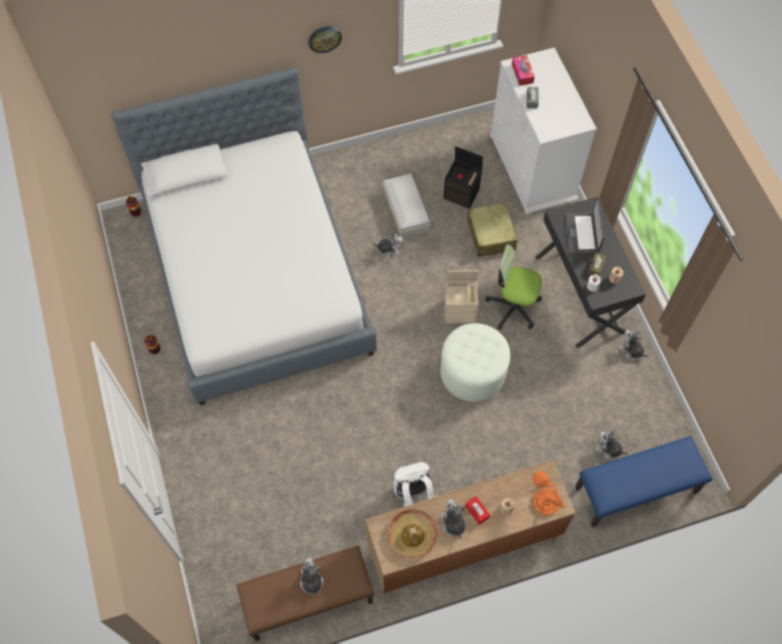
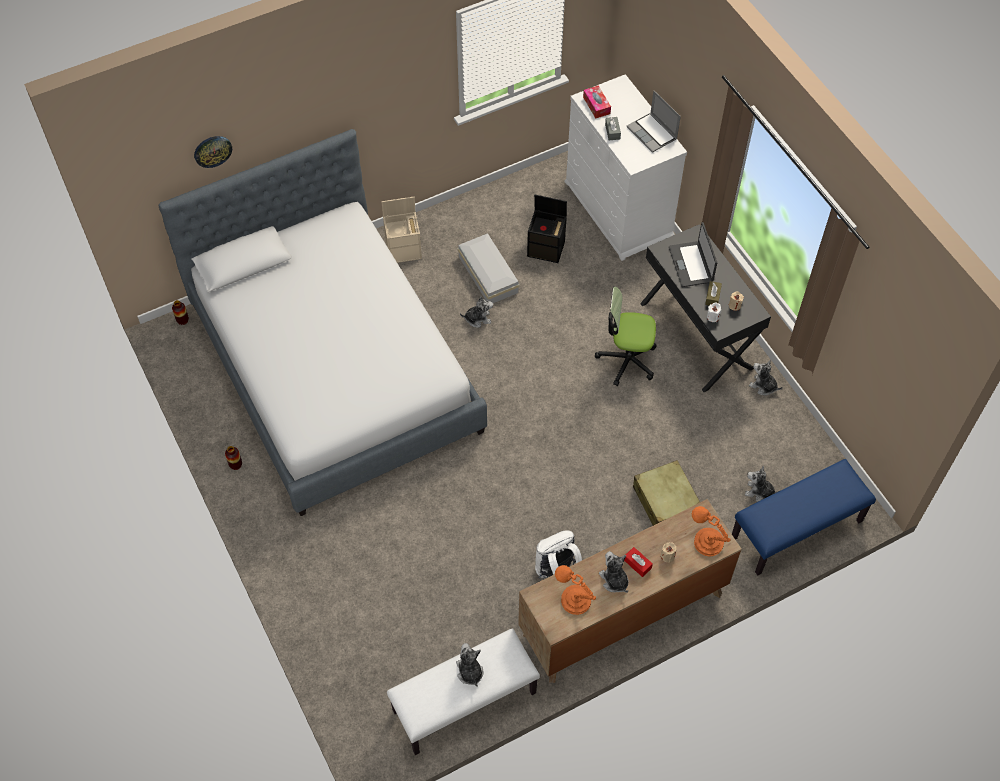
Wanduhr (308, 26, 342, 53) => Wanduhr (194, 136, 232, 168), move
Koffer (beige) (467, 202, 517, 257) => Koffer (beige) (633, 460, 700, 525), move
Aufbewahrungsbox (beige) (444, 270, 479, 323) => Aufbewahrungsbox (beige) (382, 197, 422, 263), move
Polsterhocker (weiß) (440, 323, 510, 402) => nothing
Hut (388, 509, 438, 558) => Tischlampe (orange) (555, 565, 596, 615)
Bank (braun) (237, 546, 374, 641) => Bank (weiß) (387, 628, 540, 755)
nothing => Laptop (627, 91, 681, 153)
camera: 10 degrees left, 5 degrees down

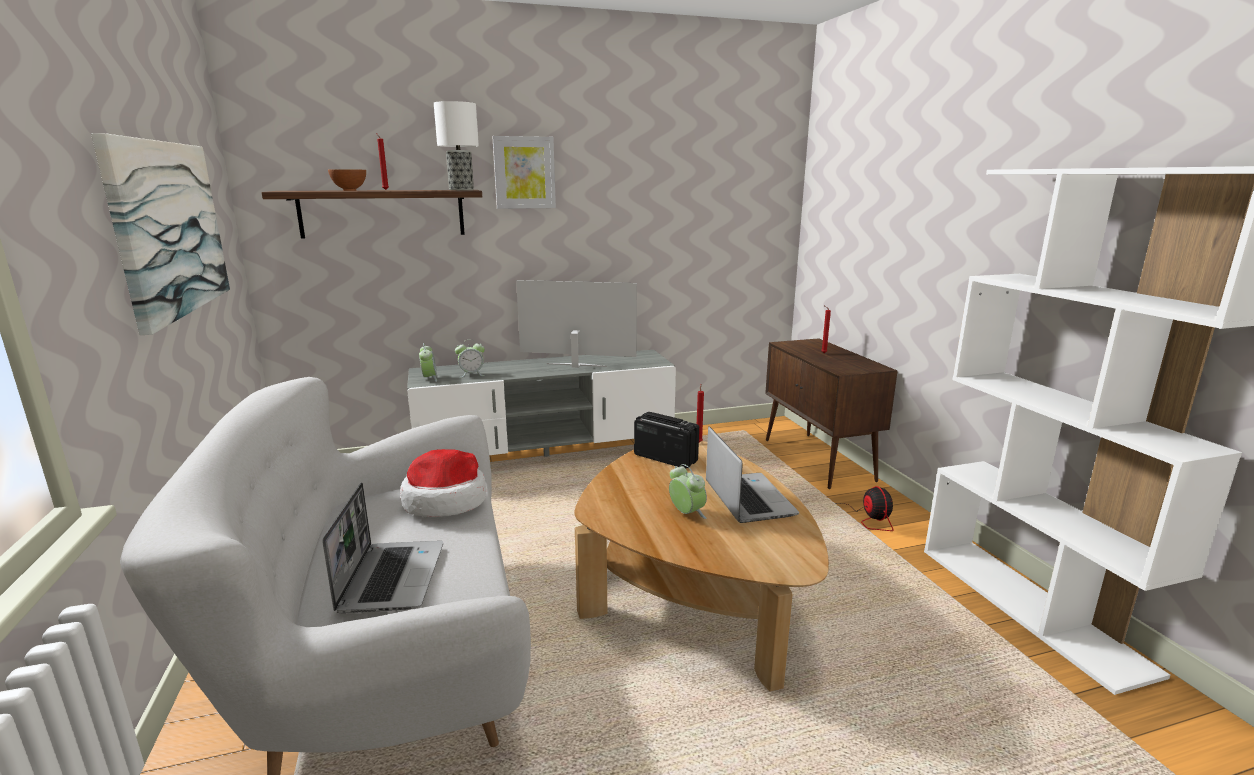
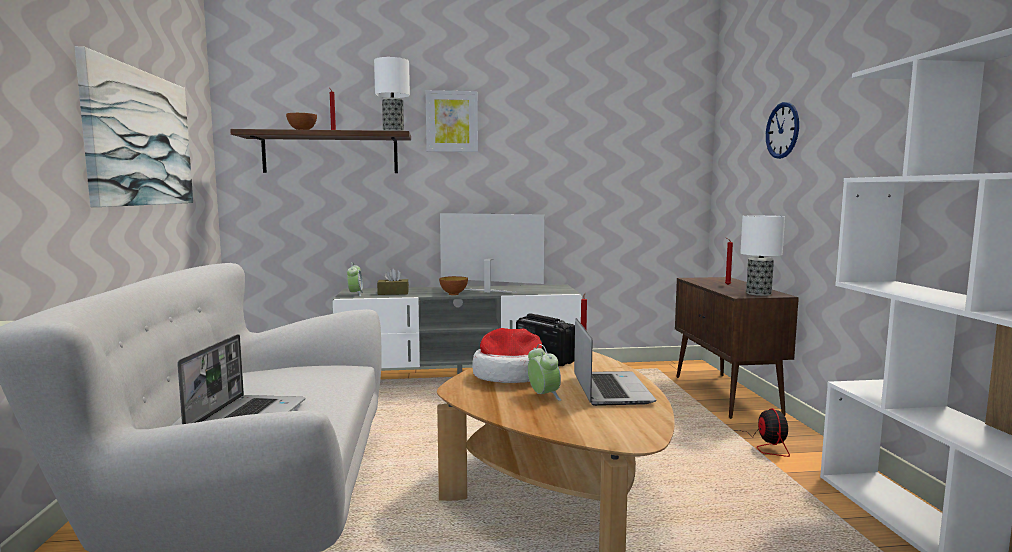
Wecker (455, 339, 485, 378) => Taschentuchbox (braun) (377, 268, 409, 295)
Hut (400, 449, 486, 517) => Hut (472, 328, 546, 383), move
nothing => Wanduhr (766, 102, 799, 159)
nothing => Tischlampe (740, 215, 785, 296)
nothing => Schüssel (439, 276, 468, 295)
camera: 10 degrees right, 10 degrees down

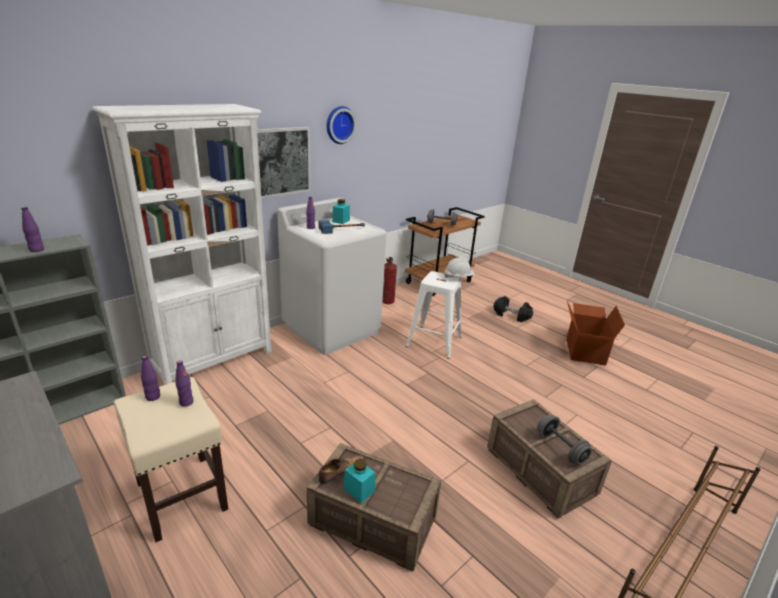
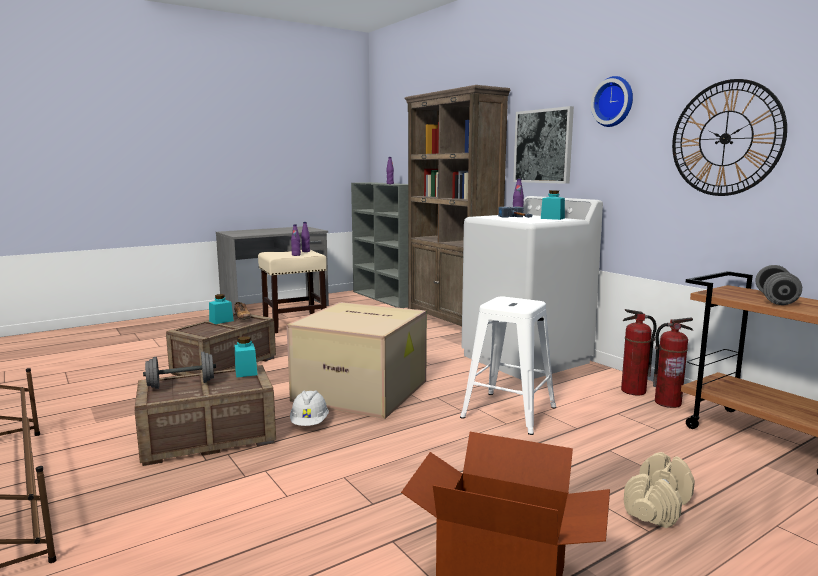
Bücherregal (weiß) (92, 104, 272, 385) => Bücherregal (braun) (404, 85, 511, 326)
Schutzhelm (weiß) (444, 257, 475, 278) => Schutzhelm (weiß) (290, 390, 329, 426), move
Hantel (schwarz) (493, 296, 533, 322) => Hantel (beige) (624, 452, 695, 528)
nothing => Wanduhr (672, 79, 787, 196)
nothing => Karton (287, 302, 427, 419)
nothing => Feuerlöscher (653, 318, 693, 408)
nothing => Vorratsglas (türkis) (235, 336, 258, 378)
camera: 100 degrees right, 15 degrees down

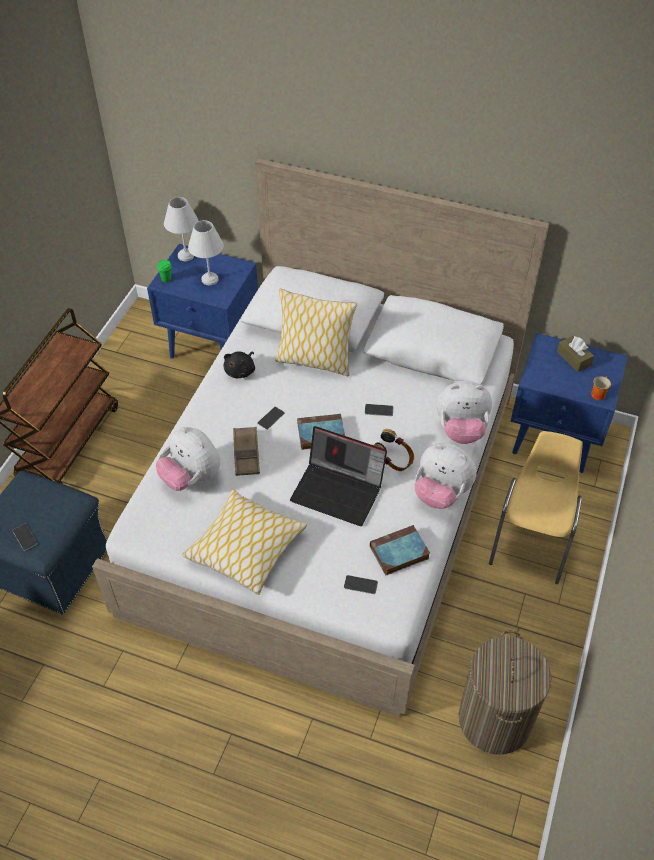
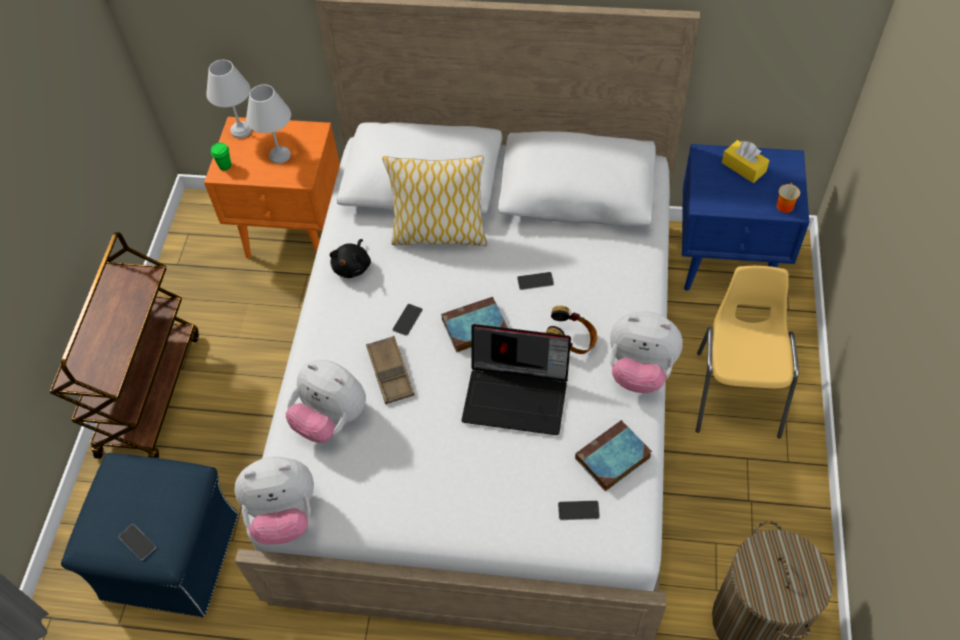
Nachttisch (blau) (147, 244, 258, 359) => Nachttisch (orange) (204, 117, 340, 259)
Taschentuchbox (braun) (557, 336, 594, 372) => Taschentuchbox (gelb) (722, 140, 770, 183)
Plüschtier (436, 381, 492, 444) => Plüschtier (234, 457, 314, 544), move
Kissen (182, 489, 307, 595) => nothing
camera: 10 degrees left, 5 degrees up

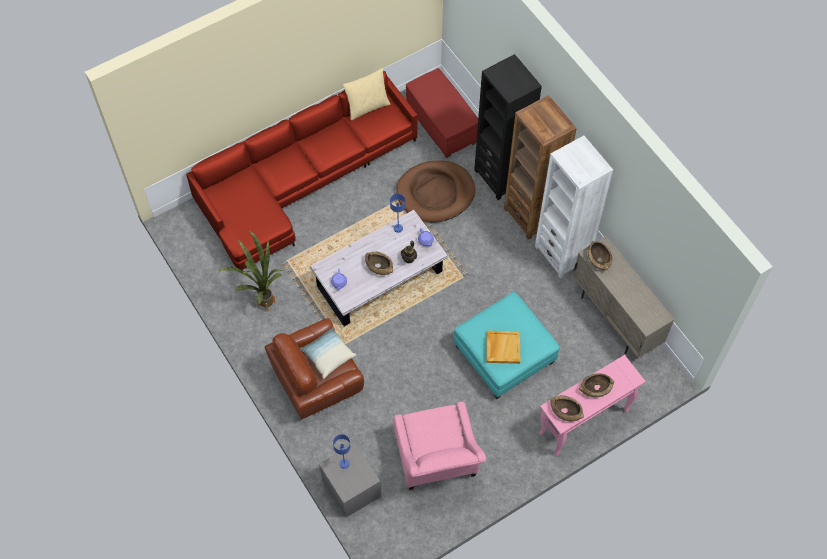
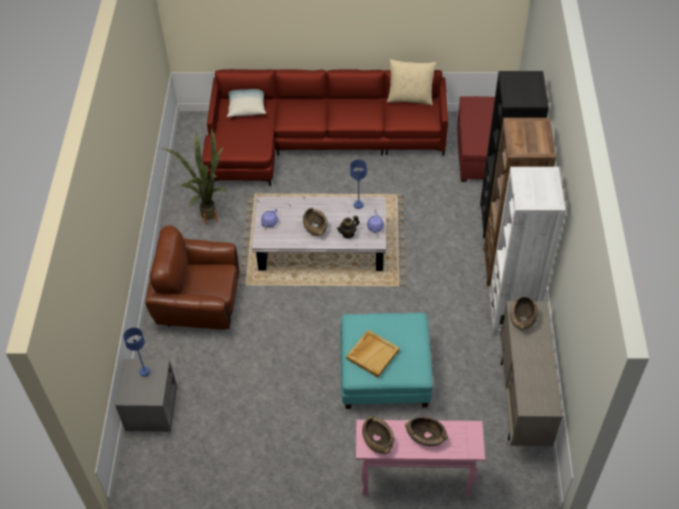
Hundebett (braun) (396, 160, 475, 222) => nothing
Kissen (300, 327, 356, 379) => Kissen (227, 89, 266, 117), move
Sessel (rosa) (394, 402, 486, 490) => nothing
camera: 35 degrees right, 10 degrees down

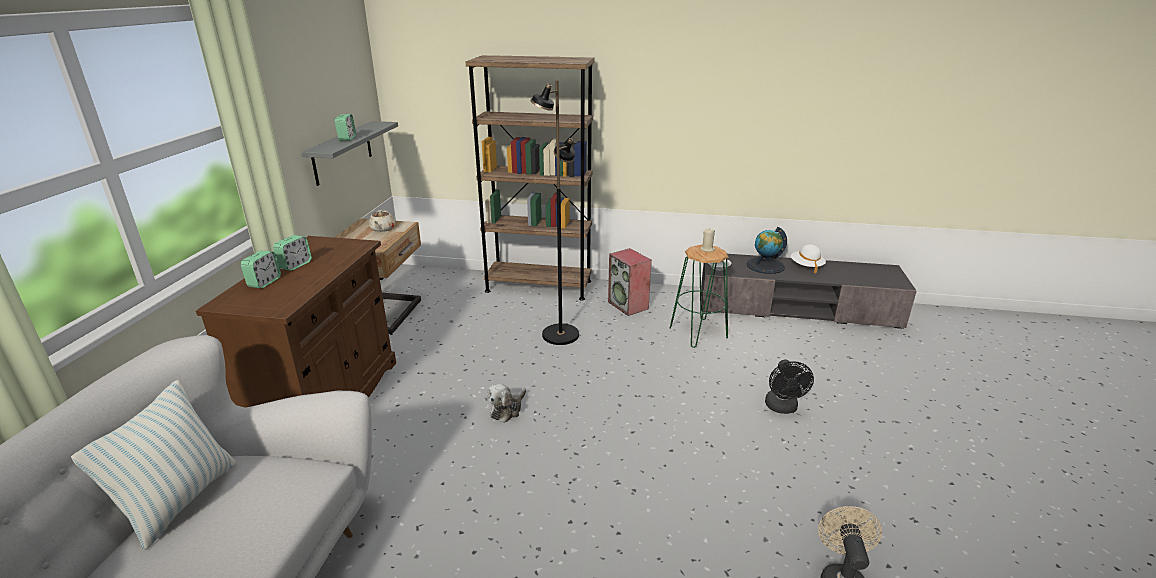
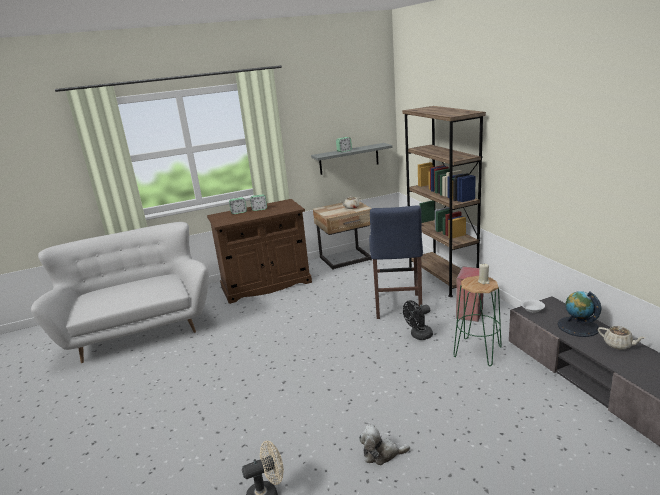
Stehlampe (schwarz) (530, 80, 579, 345) => Hocker (blau) (369, 205, 423, 319)
Hut (weiß) (791, 244, 826, 273) => Teekanne (beige) (598, 326, 645, 350)
Ventilator (schwarz) (765, 360, 814, 414) => Ventilator (schwarz) (403, 300, 433, 340), move
Kissen (71, 380, 236, 550) => nothing
Plüschtier (487, 384, 526, 423) => Plüschtier (359, 425, 410, 465), move
camera: 60 degrees right, 5 degrees down

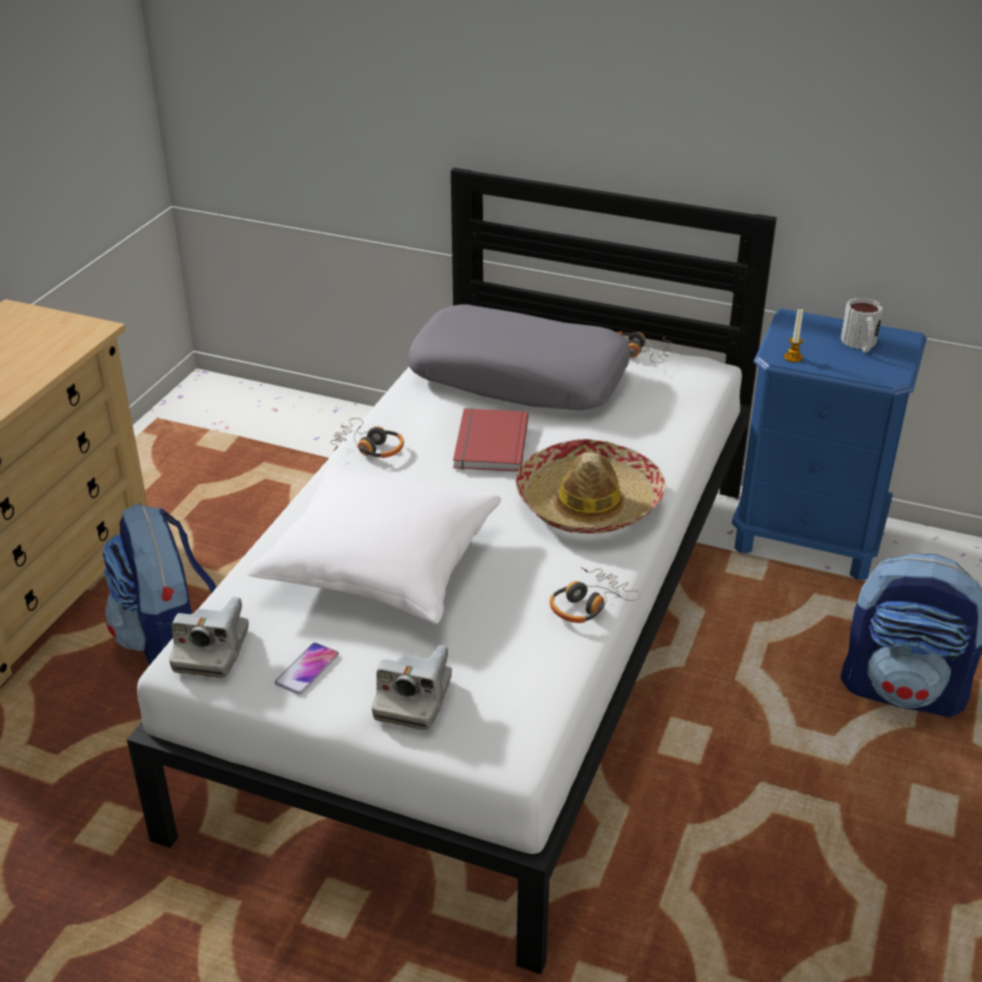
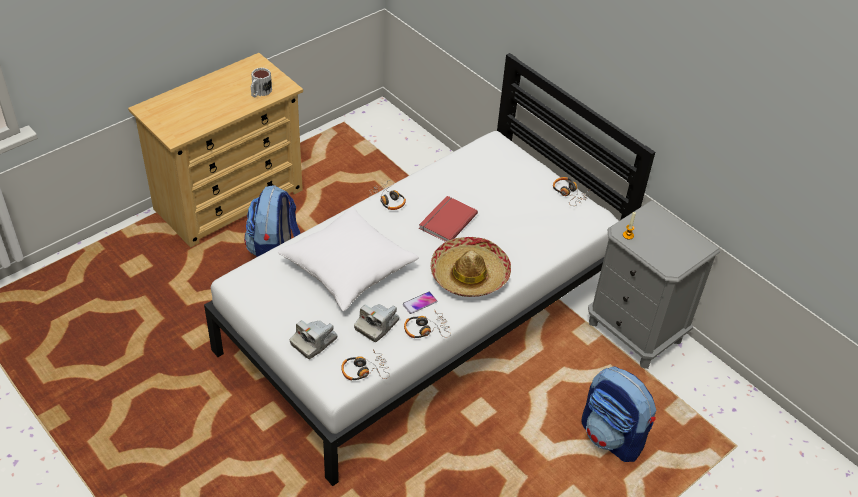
Henkelbecher (841, 298, 883, 352) => Henkelbecher (251, 67, 272, 98), move
Kissen (grau) (408, 304, 630, 410) => nothing
Nachttisch (blau) (732, 308, 927, 580) => Nachttisch (grau) (588, 201, 720, 369)
Kamera (169, 597, 249, 678) => Kamera (354, 304, 399, 342), move
Handy (275, 643, 339, 695) => Handy (403, 292, 437, 314), move
nothing => Kopfhörer (341, 349, 390, 381)
camera: 25 degrees right, 10 degrees up

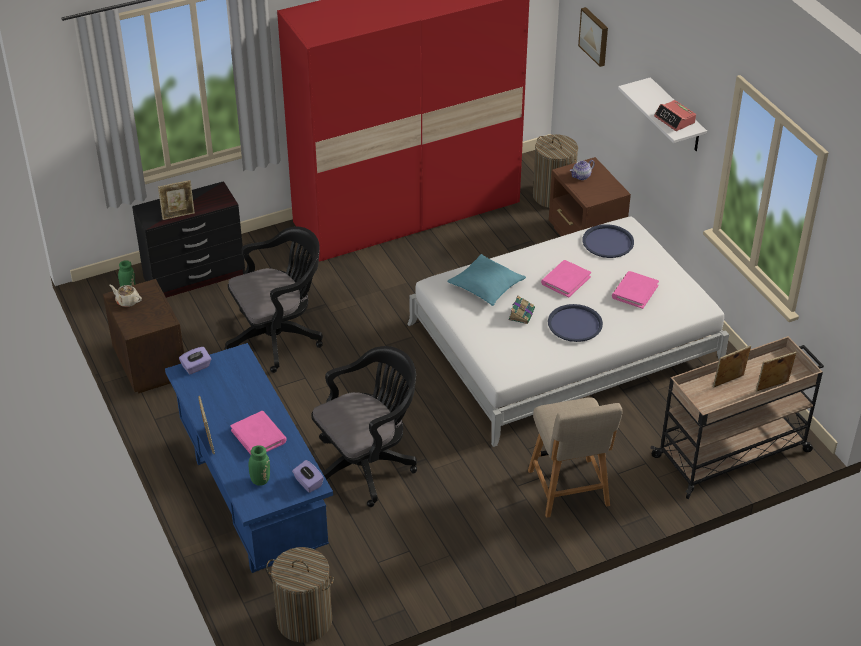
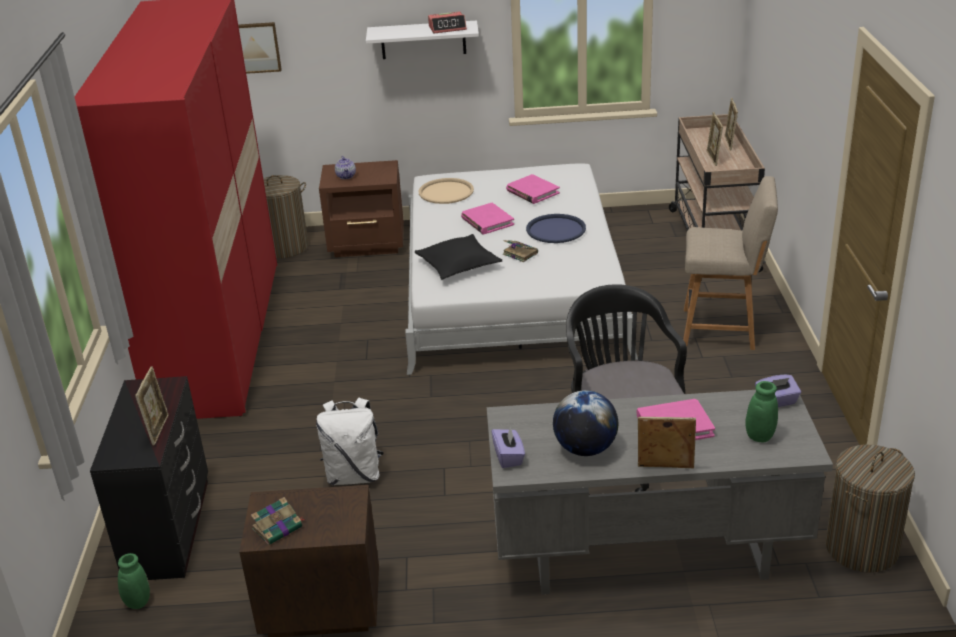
Tablett (blau) (582, 224, 634, 258) => Tablett (beige) (419, 178, 474, 204)
Bürostuhl (schwarz) (224, 227, 323, 373) => Rucksack (weiß) (316, 398, 384, 485)
Kissen (türkis) (447, 254, 526, 306) => Kissen (schwarz) (415, 234, 502, 280)
Teekanne (beige) (109, 285, 142, 307) => Buch (251, 497, 305, 545)
Schreibtisch (blau) (165, 343, 333, 573) => Schreibtisch (grau) (487, 390, 833, 595)
nothing => Globus (553, 390, 618, 456)
camera: 65 degrees left, 10 degrees down

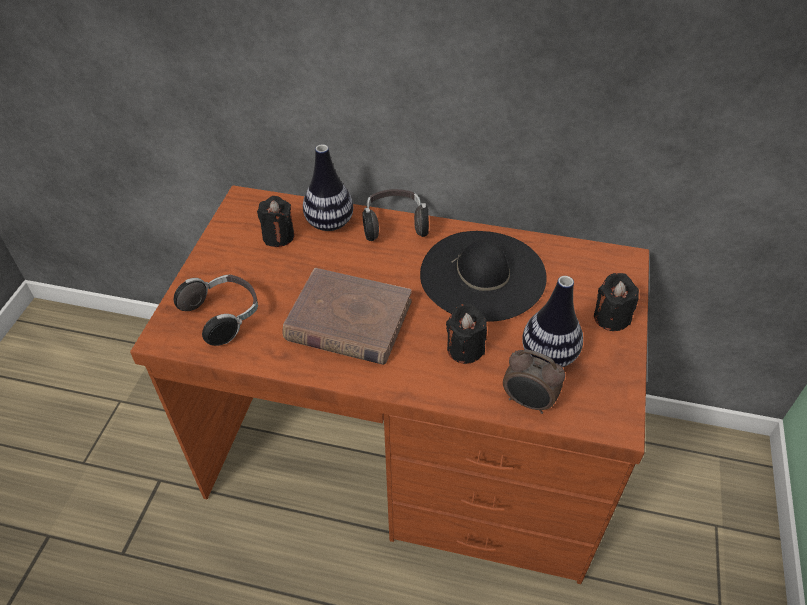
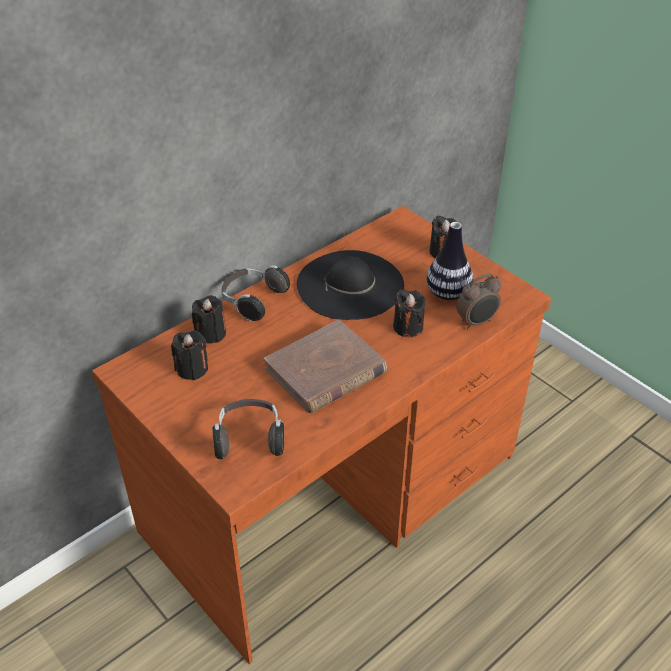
Vase (303, 144, 353, 231) => Kerze (schwarz) (192, 295, 226, 344)
camera: 55 degrees left, 5 degrees down

